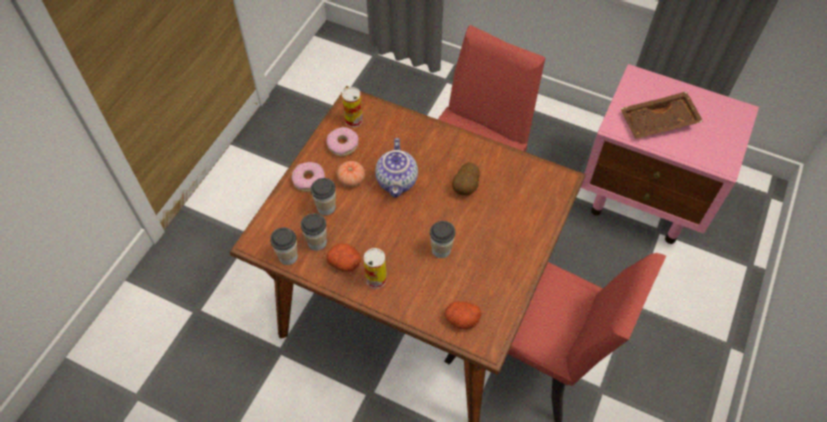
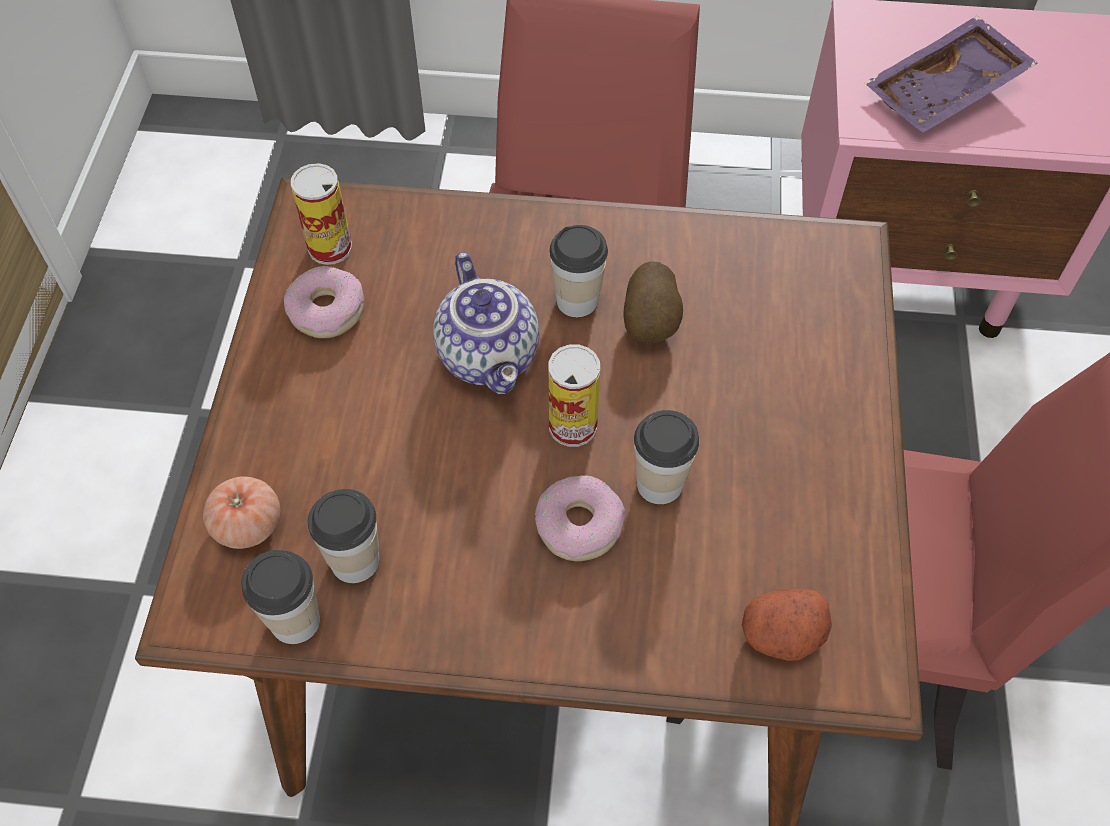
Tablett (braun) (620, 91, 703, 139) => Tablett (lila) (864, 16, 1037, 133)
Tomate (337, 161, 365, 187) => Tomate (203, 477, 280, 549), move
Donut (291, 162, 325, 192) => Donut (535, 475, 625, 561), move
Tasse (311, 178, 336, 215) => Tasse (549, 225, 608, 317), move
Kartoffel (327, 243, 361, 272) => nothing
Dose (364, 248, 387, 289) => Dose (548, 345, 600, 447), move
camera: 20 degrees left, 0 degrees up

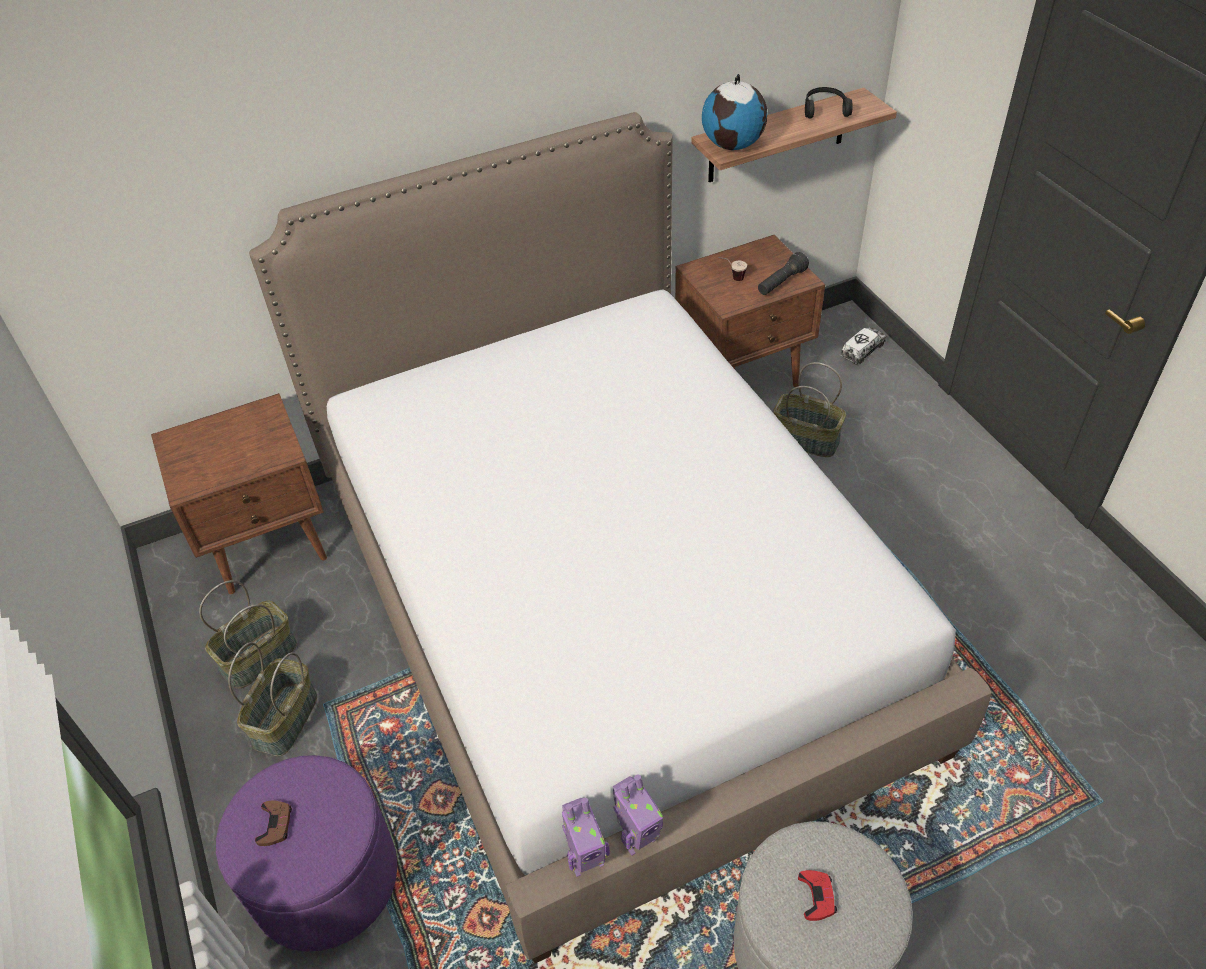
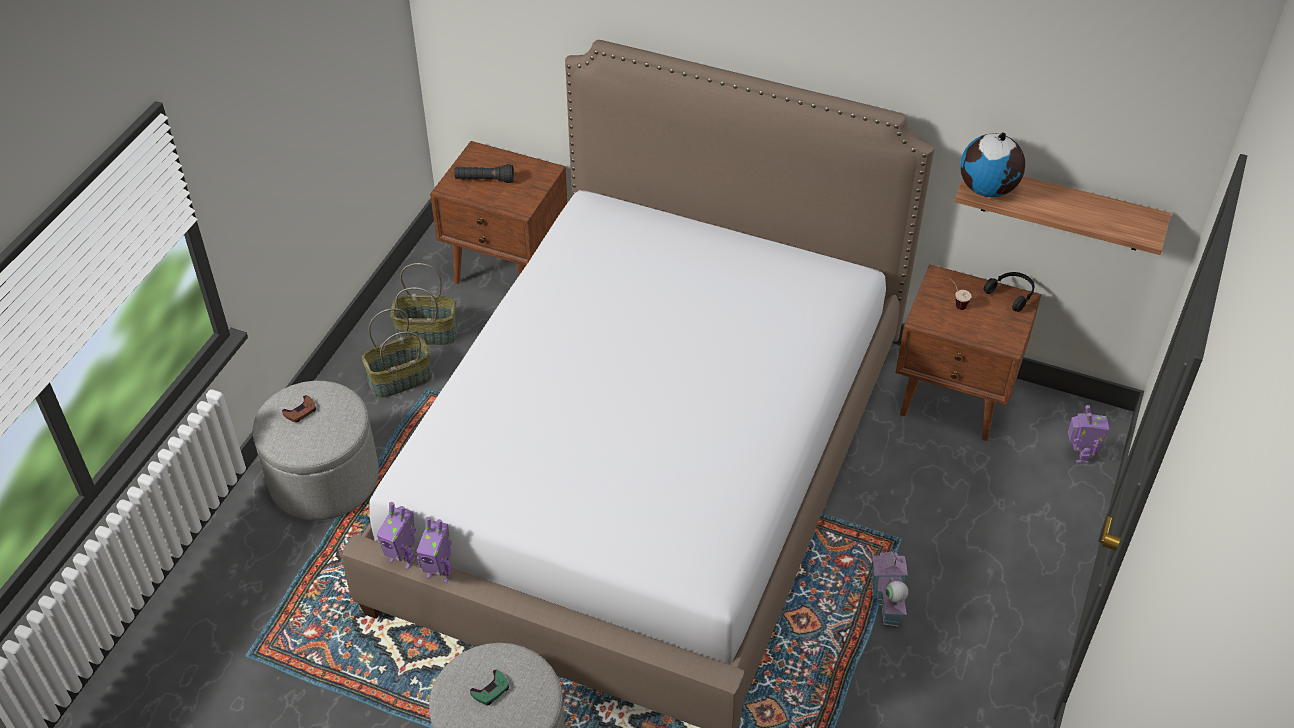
Kopfhörer (schwarz) (805, 87, 853, 118) => Kopfhörer (schwarz) (984, 272, 1034, 312), move
Taschenlampe (schwarz) (758, 252, 809, 295) => Taschenlampe (schwarz) (454, 164, 514, 183), move
Spielzeuglaster (841, 327, 886, 365) => Spielzeugroboter (1068, 405, 1110, 463)
Korb (773, 362, 846, 457) => nothing
Polsterhocker (lila) (216, 755, 397, 952) => Polsterhocker (grau) (253, 381, 379, 520)
Gamepad (rot) (798, 870, 837, 921) => Gamepad (grün) (470, 669, 509, 705)
nothing => Spielzeughaus (871, 544, 908, 627)
camera: 45 degrees right, 0 degrees up

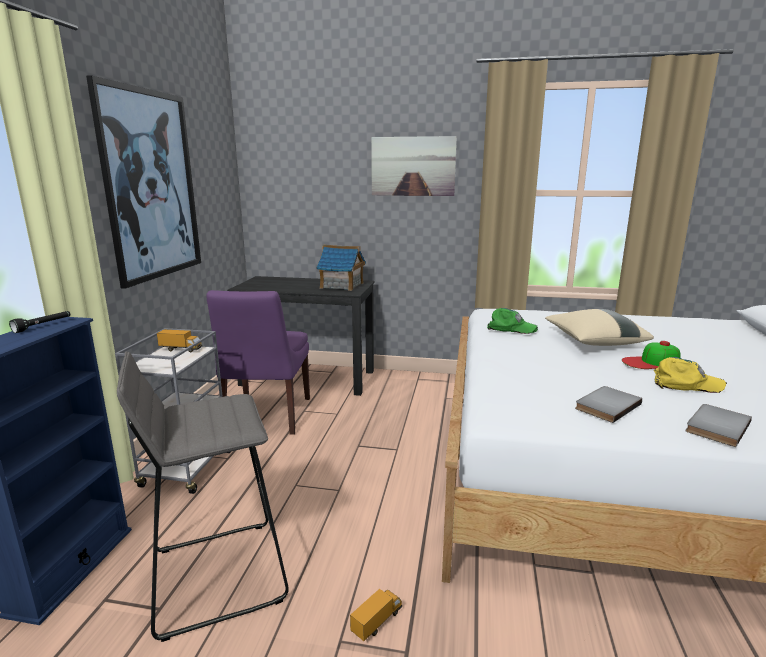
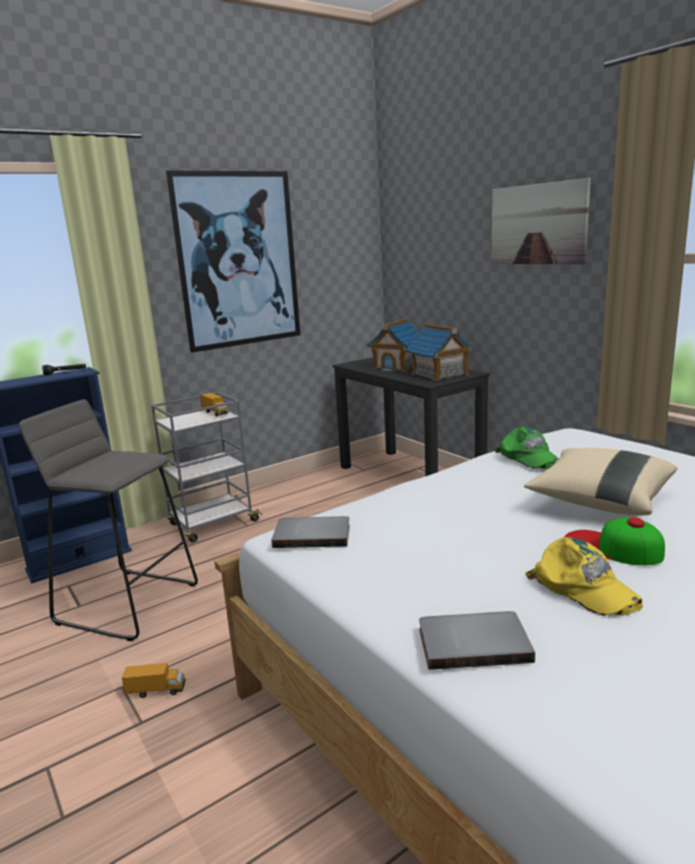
Stuhl (lila) (206, 290, 310, 435) => nothing
Buch (grau) (575, 386, 642, 423) => Buch (grau) (271, 516, 350, 548), move
nothing => Spielzeughaus (367, 318, 420, 372)
camera: 45 degrees right, 0 degrees up

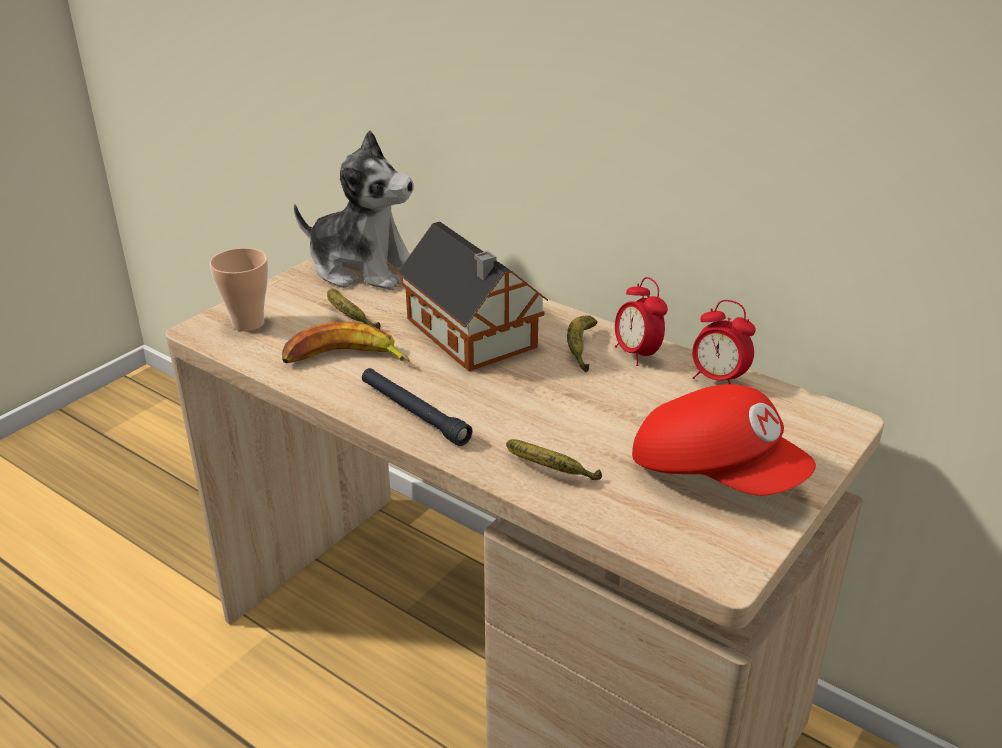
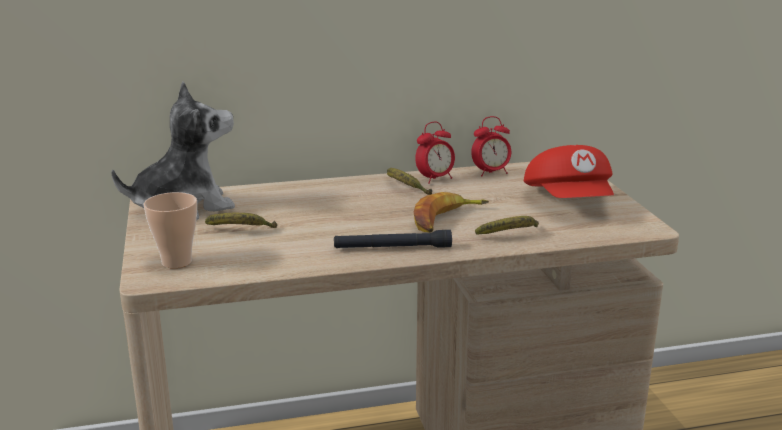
Spielzeughaus (398, 222, 548, 371) => nothing
Wecker (615, 277, 668, 366) => Wecker (415, 122, 455, 184), 45 degrees counterclockwise
Banane (282, 322, 410, 363) => Banane (414, 192, 489, 233), move
Kappe (rot) (632, 384, 816, 496) => Kappe (rot) (524, 145, 614, 198), 90 degrees clockwise
camera: 50 degrees left, 10 degrees down

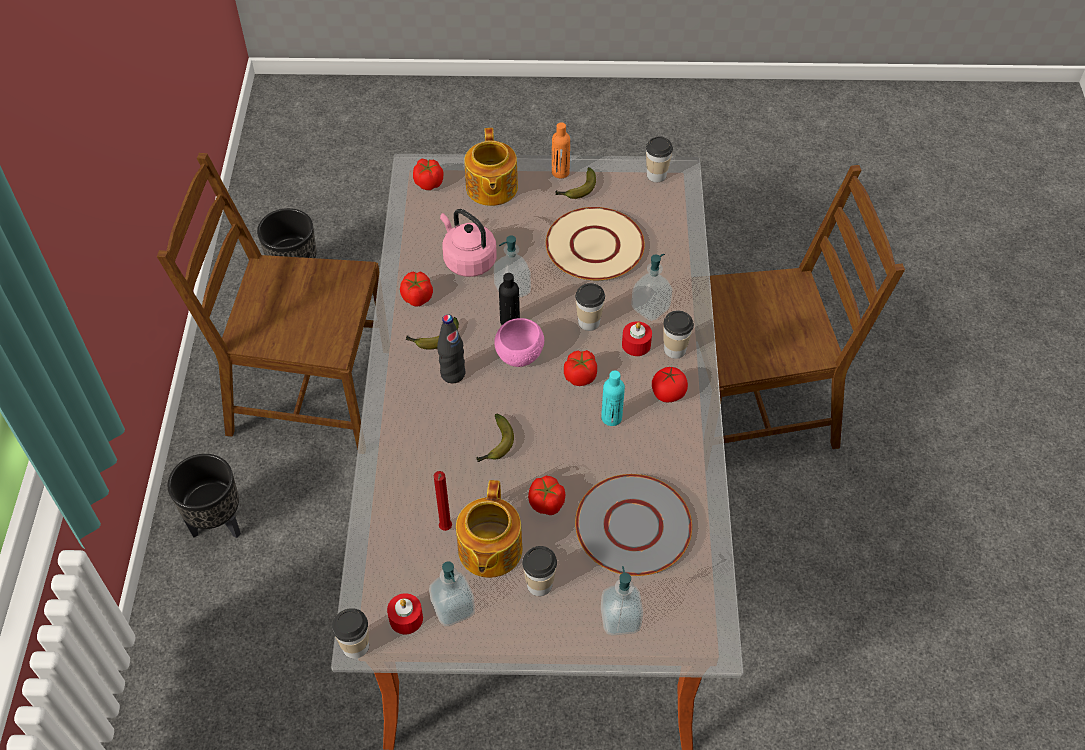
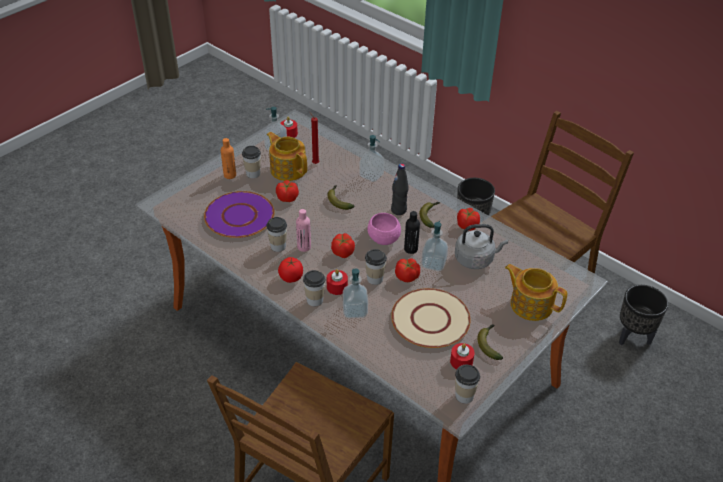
Flasche (orange) (552, 122, 570, 179) => Flasche (orange) (221, 138, 236, 179), move
Tomate (413, 159, 443, 190) => Tomate (395, 259, 420, 282), move
Wasserkessel (rosa) (440, 209, 497, 277) => Wasserkessel (grau) (455, 224, 508, 269)
Flasche (türkis) (601, 370, 625, 426) => Flasche (rosa) (296, 209, 311, 252)
Teller (grau) (575, 474, 692, 576) => Teller (lila) (204, 191, 275, 238)
Seifenspender (601, 566, 643, 636) => Seifenspender (359, 135, 385, 182), move
Tasse (332, 608, 369, 659) => Tasse (266, 217, 287, 252), move
nothing => Kerze (rot) (450, 343, 475, 369)
camera: 130 degrees right, 10 degrees down

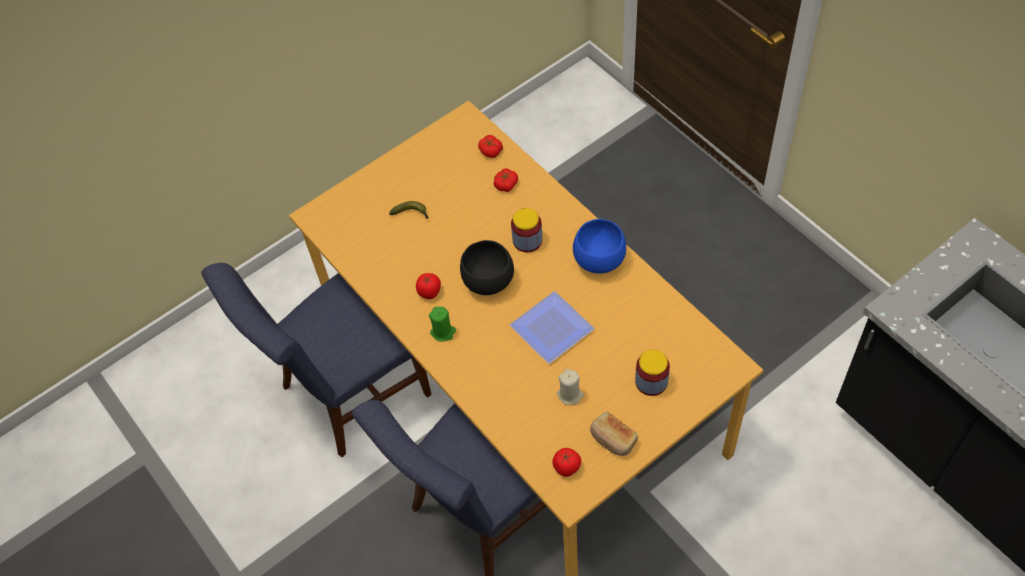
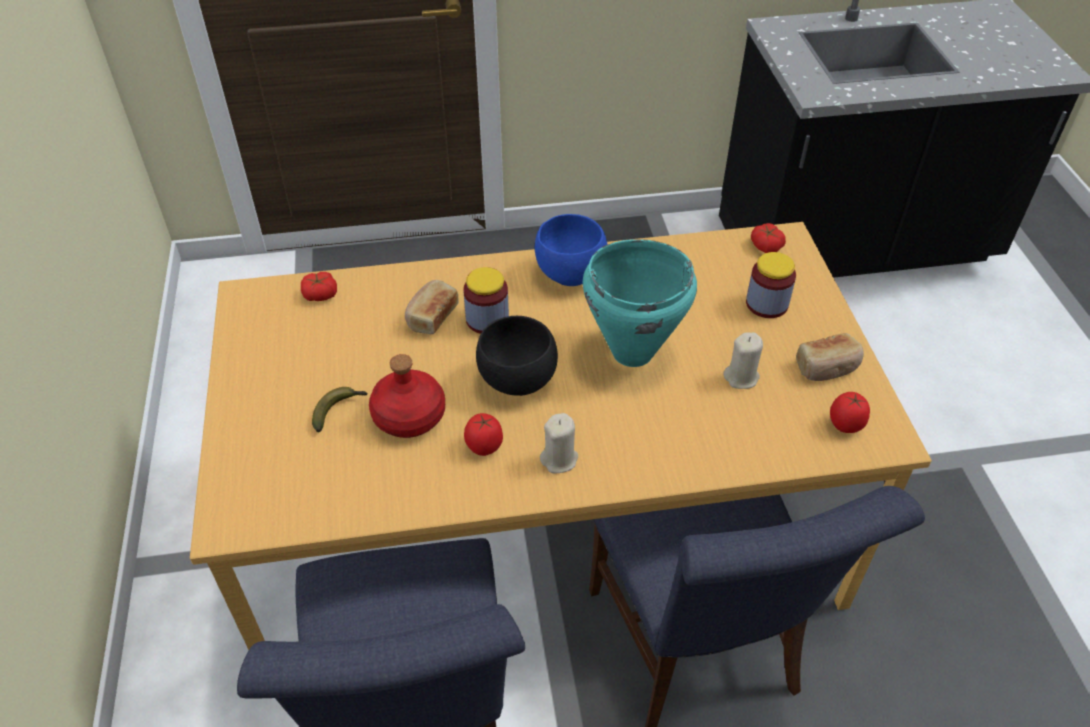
Tomate (493, 168, 518, 192) => Tomate (751, 223, 786, 253), move
Teller (510, 291, 594, 364) => Kochtopf (türkis) (583, 239, 697, 367)
Kerze (grün) (429, 307, 456, 342) => Kerze (beige) (540, 413, 578, 473)
nothing => Brot (405, 280, 459, 334)
nothing => Flasche (rot) (369, 354, 445, 438)
camera: 65 degrees left, 10 degrees down

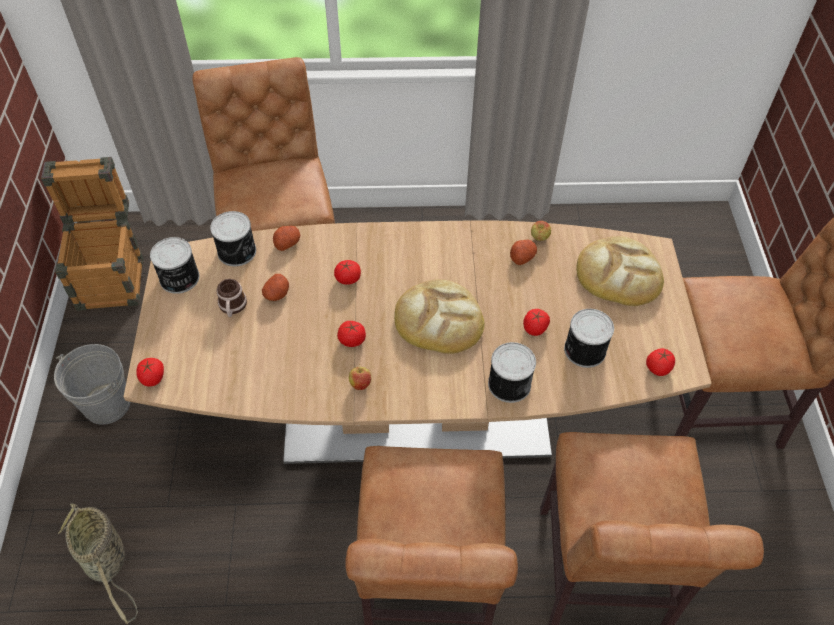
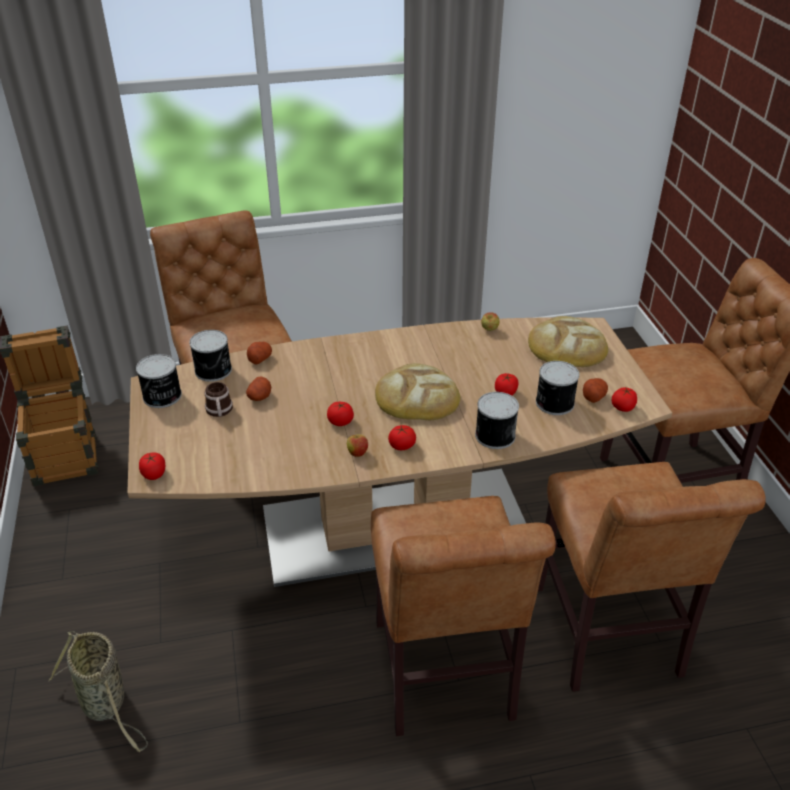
Kartoffel (510, 240, 537, 265) => Kartoffel (583, 378, 608, 403), move
Tomate (334, 260, 361, 285) => Tomate (388, 425, 416, 450), move
Eimer (grau) (54, 344, 130, 425) => nothing
camera: 10 degrees left, 15 degrees down

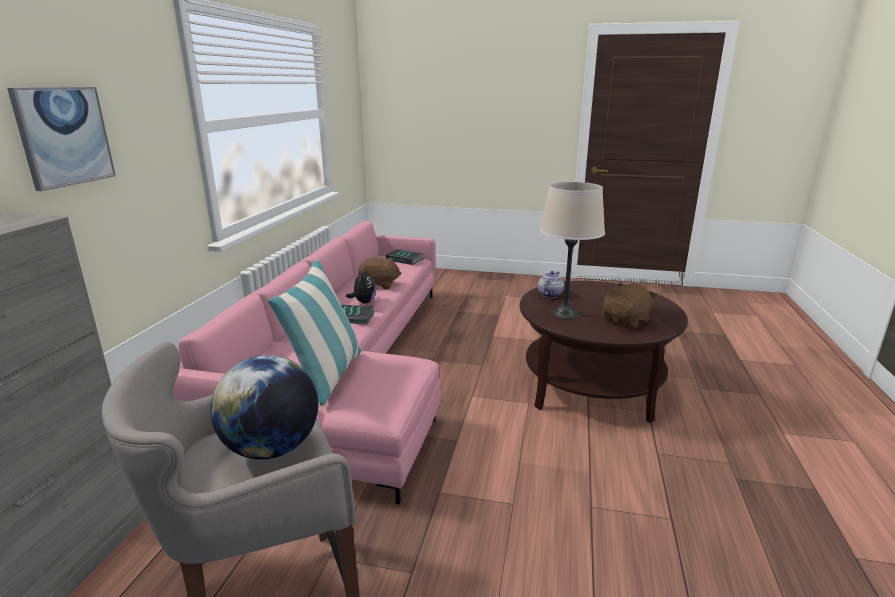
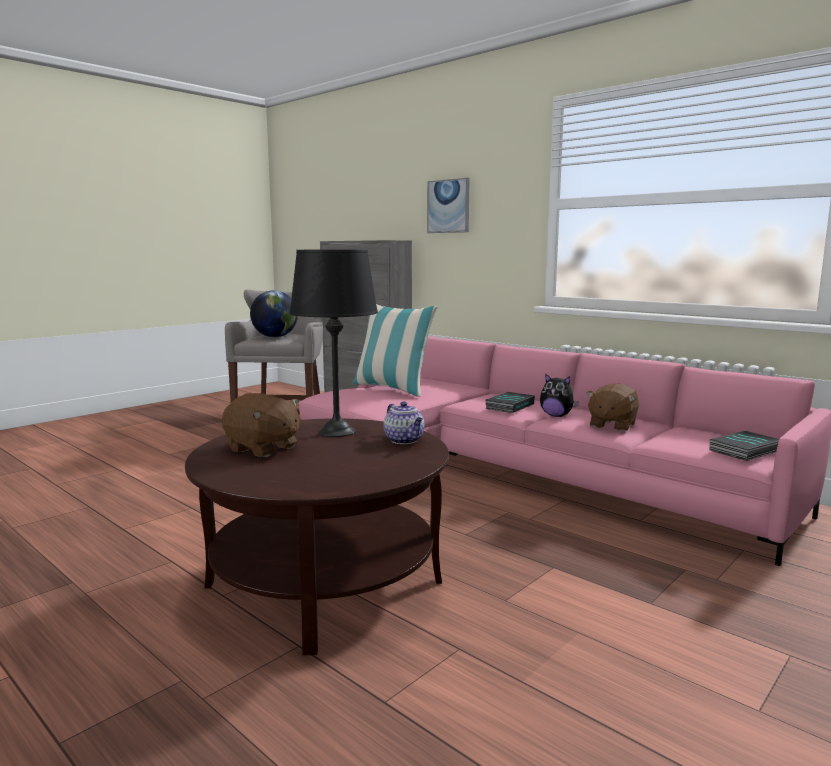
Tischlampe (beige) (540, 182, 605, 319) => Tischlampe (schwarz) (289, 250, 378, 437)
Plüschtier (braun) (603, 283, 657, 329) => Plüschtier (braun) (222, 393, 300, 457), 45 degrees counterclockwise
camera: 120 degrees right, 10 degrees down

